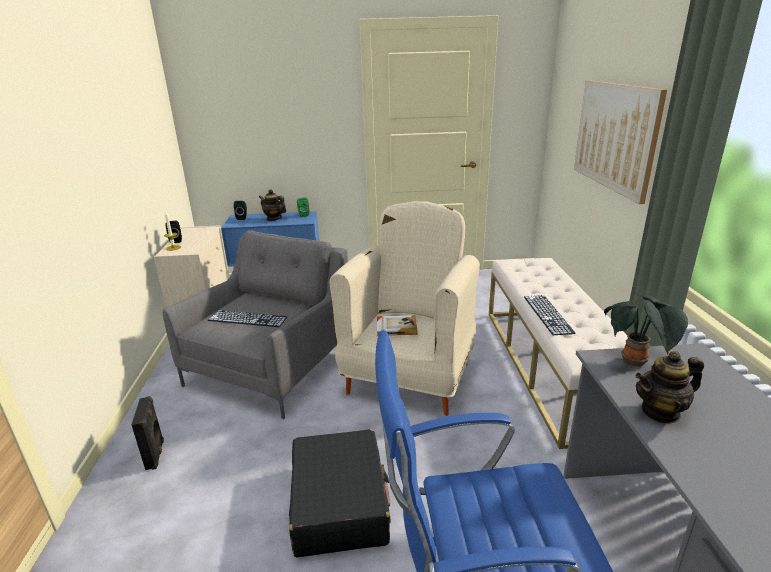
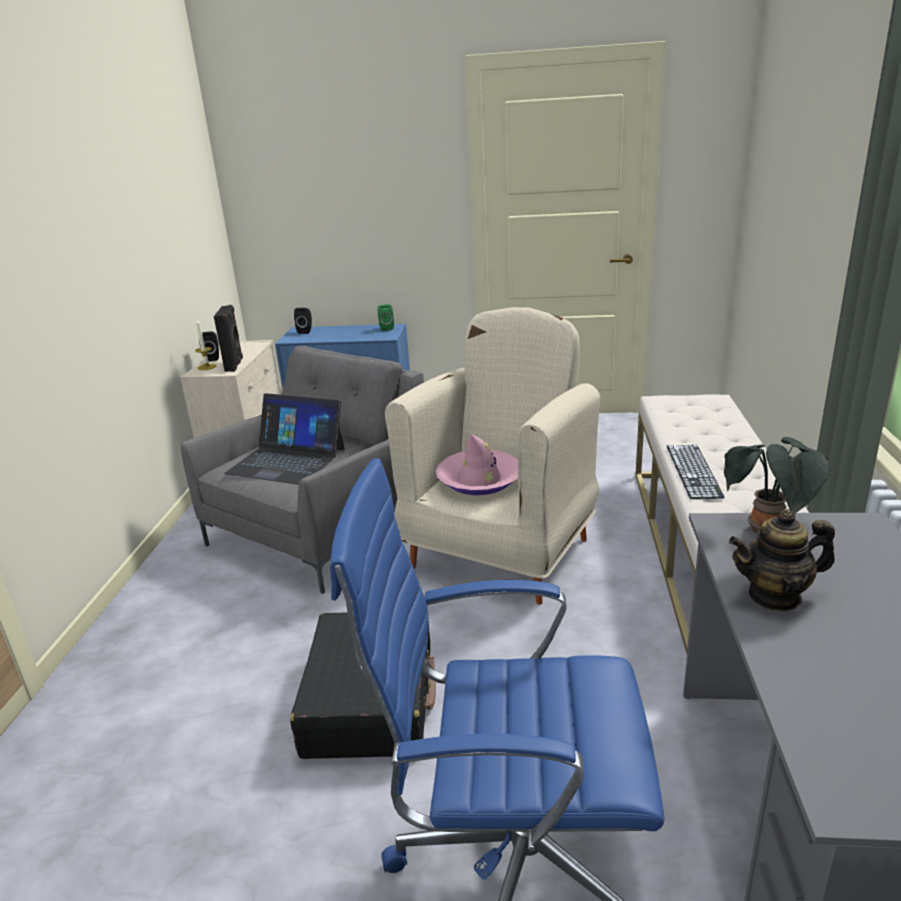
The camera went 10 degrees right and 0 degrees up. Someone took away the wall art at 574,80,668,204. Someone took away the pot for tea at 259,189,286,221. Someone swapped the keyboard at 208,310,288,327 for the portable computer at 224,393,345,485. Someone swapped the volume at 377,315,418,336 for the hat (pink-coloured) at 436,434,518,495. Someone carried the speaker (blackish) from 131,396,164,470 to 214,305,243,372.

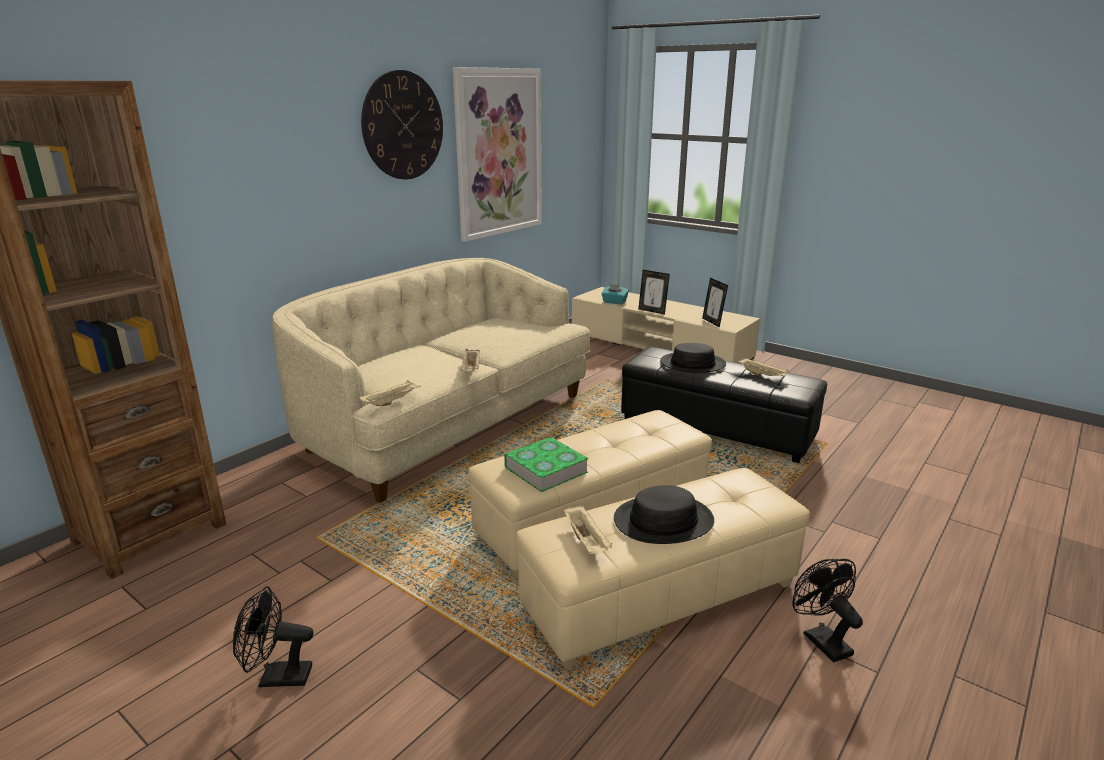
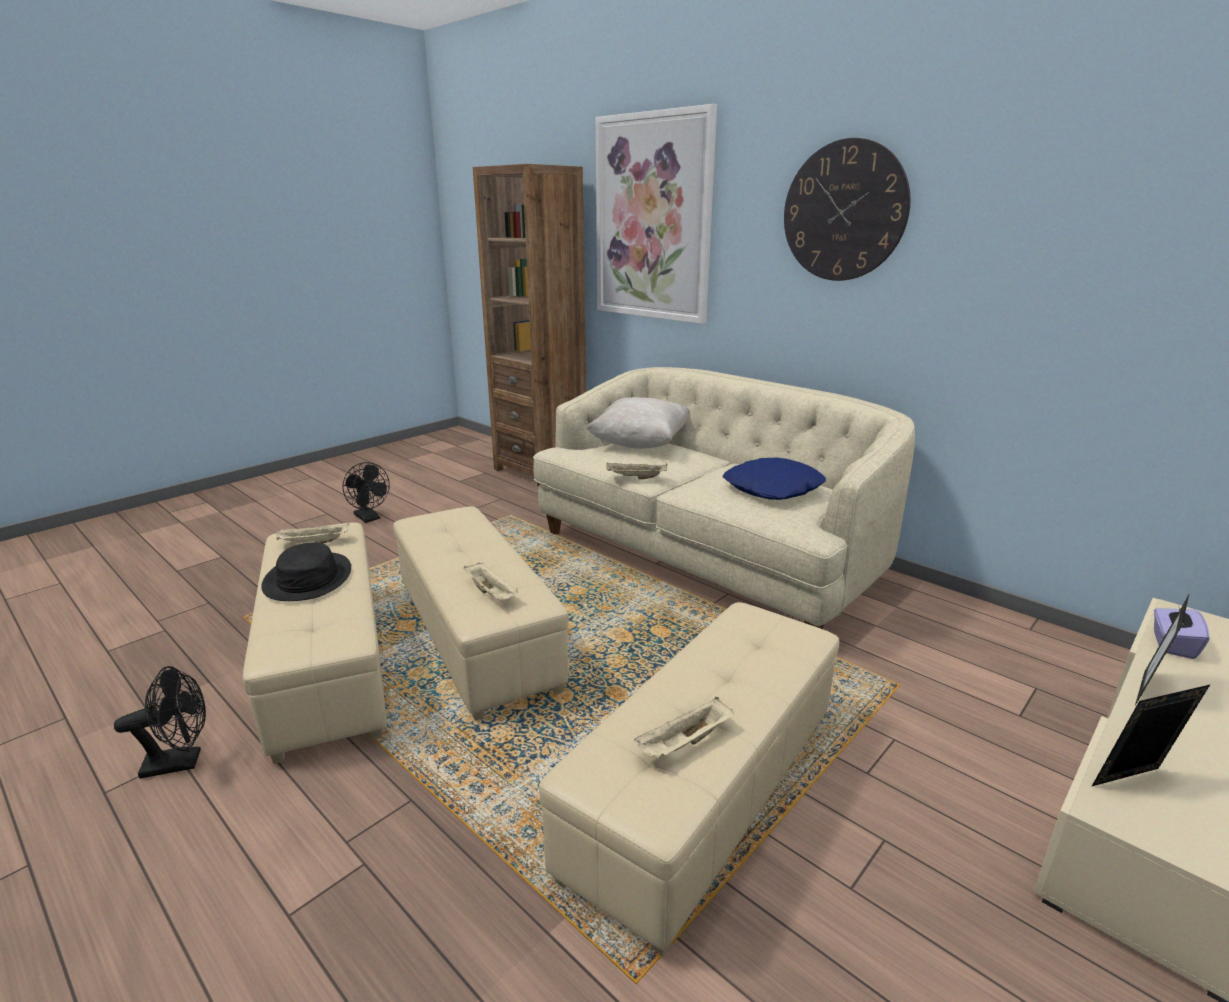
The camera went 95 degrees right and 0 degrees up. Someone carried the wall art from 453,67,542,242 to 596,104,717,324. Someone repainted the tissue box (turquoise-coloured) at 601,284,629,304, which became the tissue box (purple-coloured) at 1154,603,1209,659. Someone took away the hat (blackish) at 660,343,726,372. Someone repainted the footrest (blackish) at 621,347,827,463, which became the footrest (sand-coloured) at 539,602,840,957. Someone carried the tray (sand-coloured) from 359,380,421,406 to 463,562,518,600. Someone took away the volume at 504,437,588,492. Someone rotated the fan (blackish) at 233,587,313,687 by 135 degrees clockwise. Someone put down the cushion (sand-coloured) at 586,397,690,449. Someone put down the cushion (blue) at 723,457,826,500.

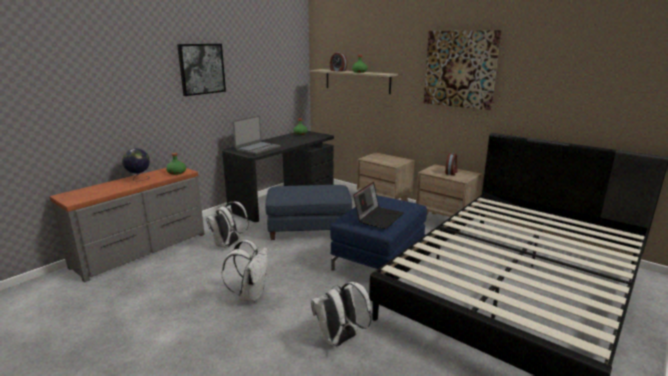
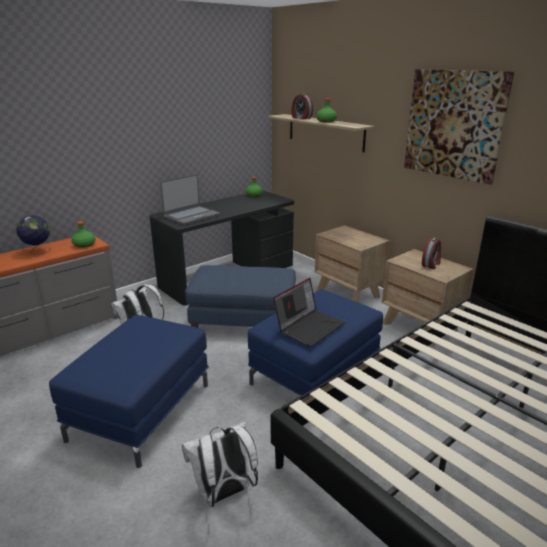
The camera went 10 degrees right and 5 degrees up. Someone took away the wall art at 177,44,226,96. Someone swapped the rucksack (white-coloured) at 222,240,268,303 for the footrest (blue) at 49,314,209,468.

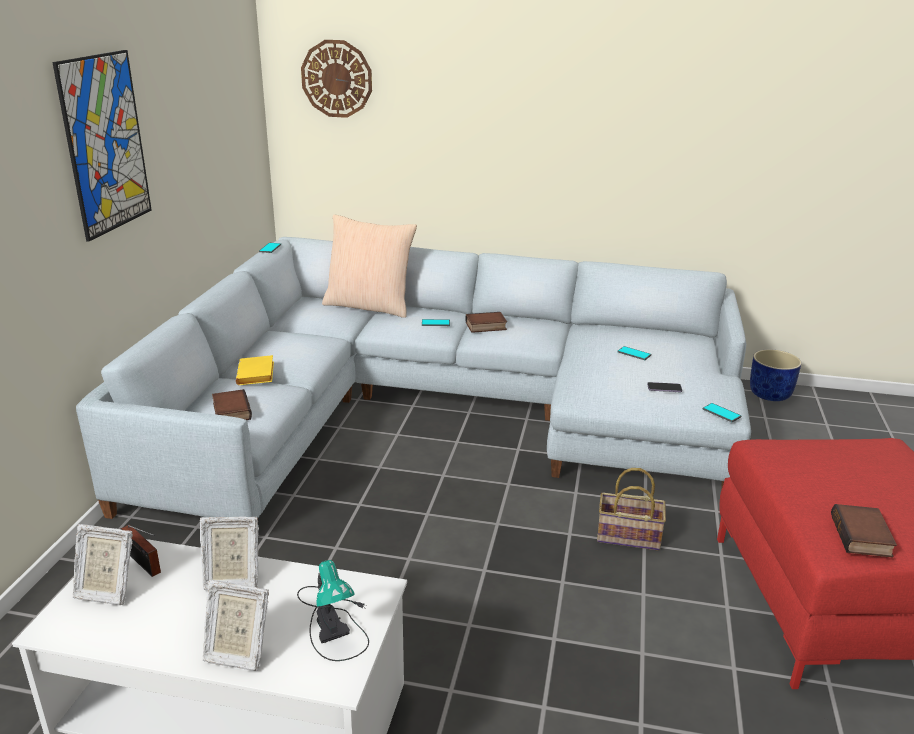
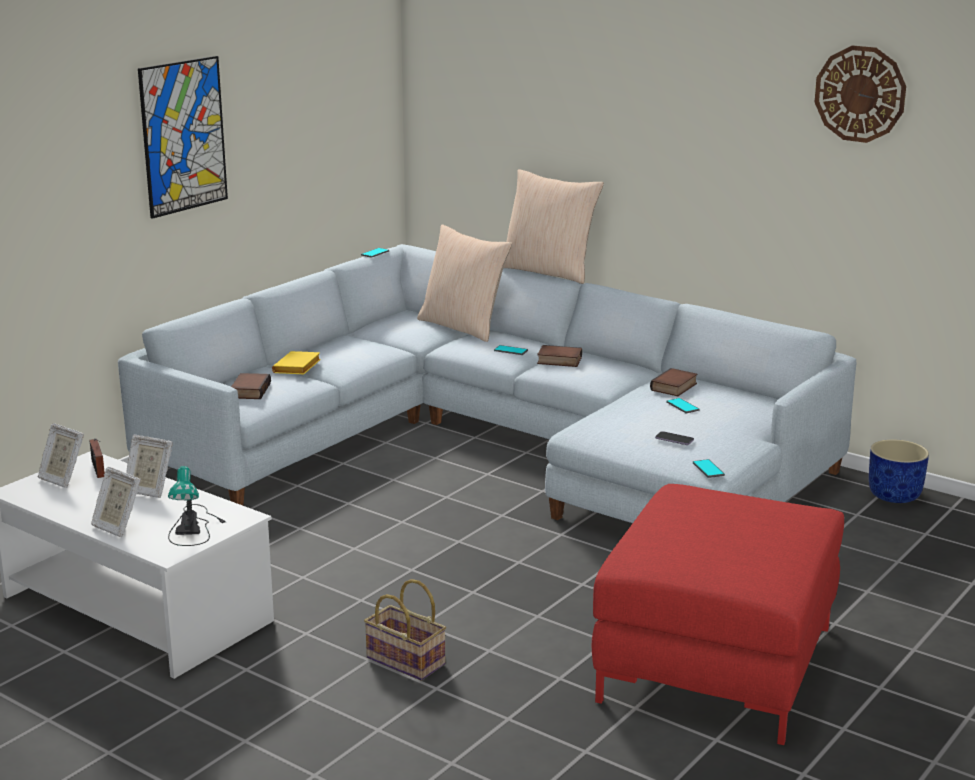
The camera went 25 degrees right and 5 degrees down. Someone carried the hanging clock from 301,40,372,118 to 815,45,906,143. Someone carried the basket from 597,468,666,551 to 364,579,446,681. Someone carried the volume from 831,504,897,558 to 650,368,698,396. Someone put down the cushion (sand-coloured) at 503,169,604,284.

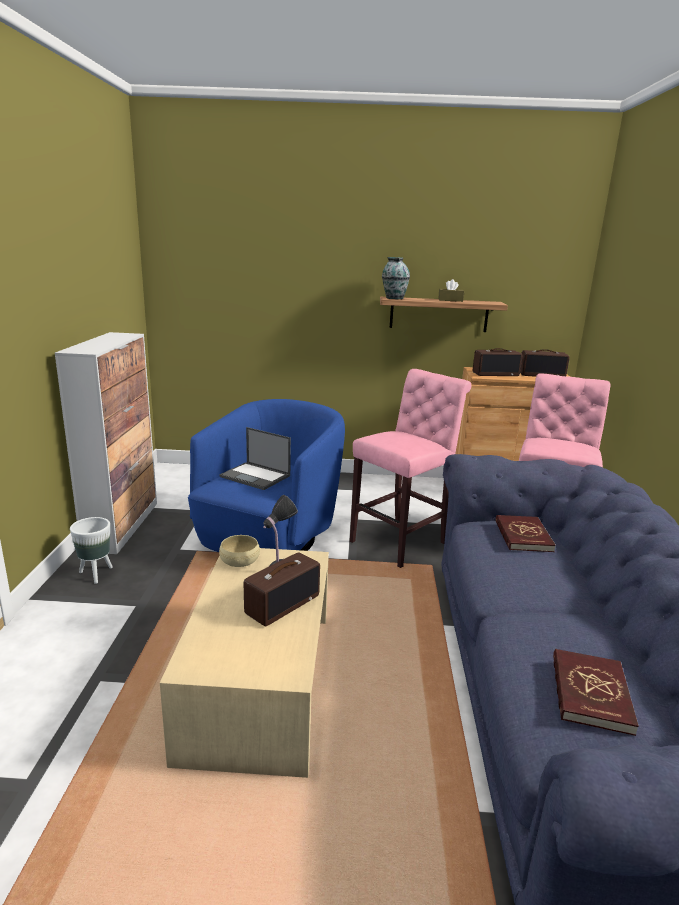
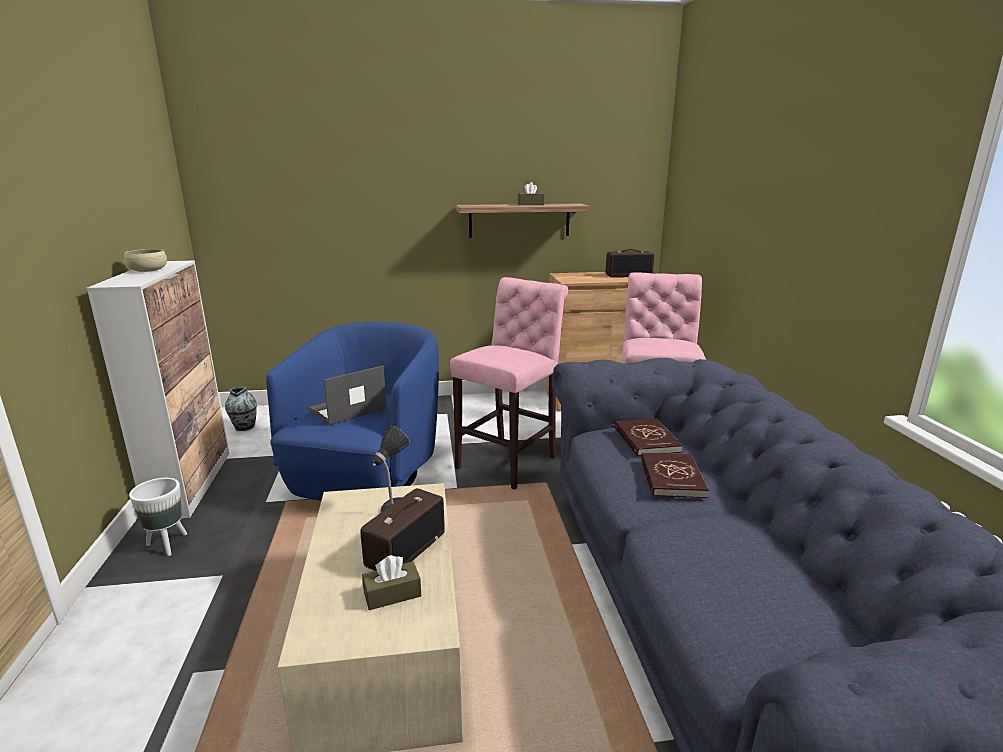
The camera went 10 degrees left and 0 degrees up. Someone carried the vase from 382,257,410,299 to 225,386,257,431. Someone took away the radio at 473,348,523,376. Someone rotated the portable computer at 220,427,291,490 by 120 degrees clockwise. Someone carried the bowl (sand-coloured) from 219,535,260,567 to 124,249,167,272. Someone carried the volume (red-coloured) from 553,649,639,736 to 641,453,709,498. Someone put down the tissue box (brown) at 362,555,421,610.

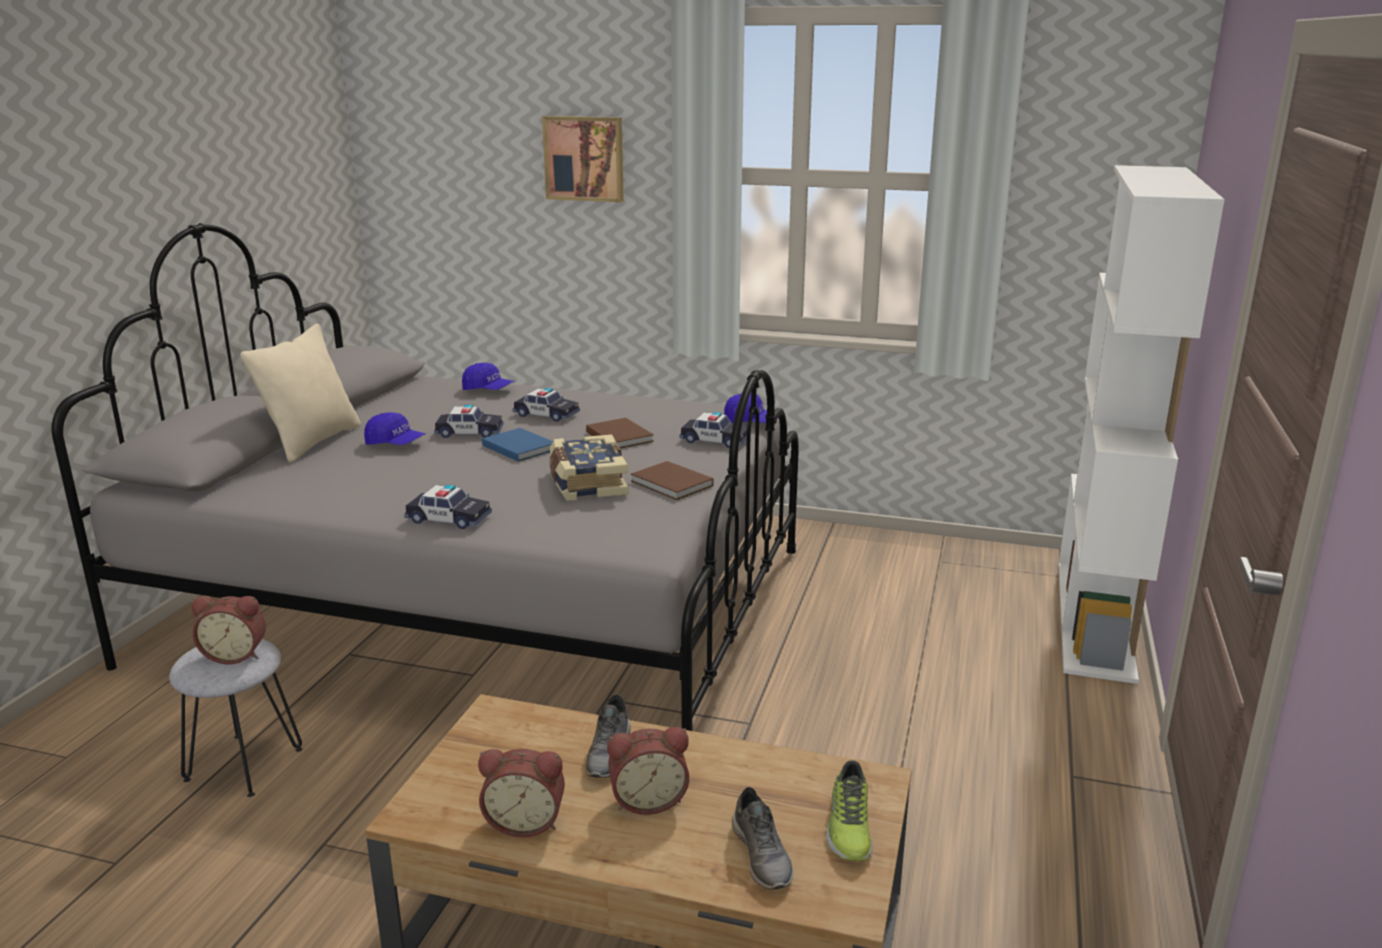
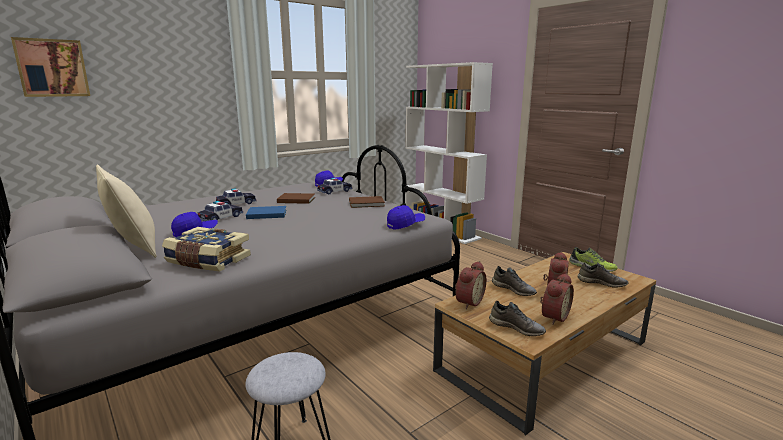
The camera went 55 degrees left and 5 degrees down. Someone carried the wall art from 542,116,624,202 to 11,37,90,97. Someone carried the peaked cap (blue) from 462,363,515,390 to 387,205,425,230. Someone carried the volume from 550,434,629,501 to 162,227,251,272. Someone took away the model car at 404,485,492,529. Someone carried the bedside clock from 191,596,266,664 to 455,261,486,309. Someone put down the item of footwear (grey) at 489,301,546,336.

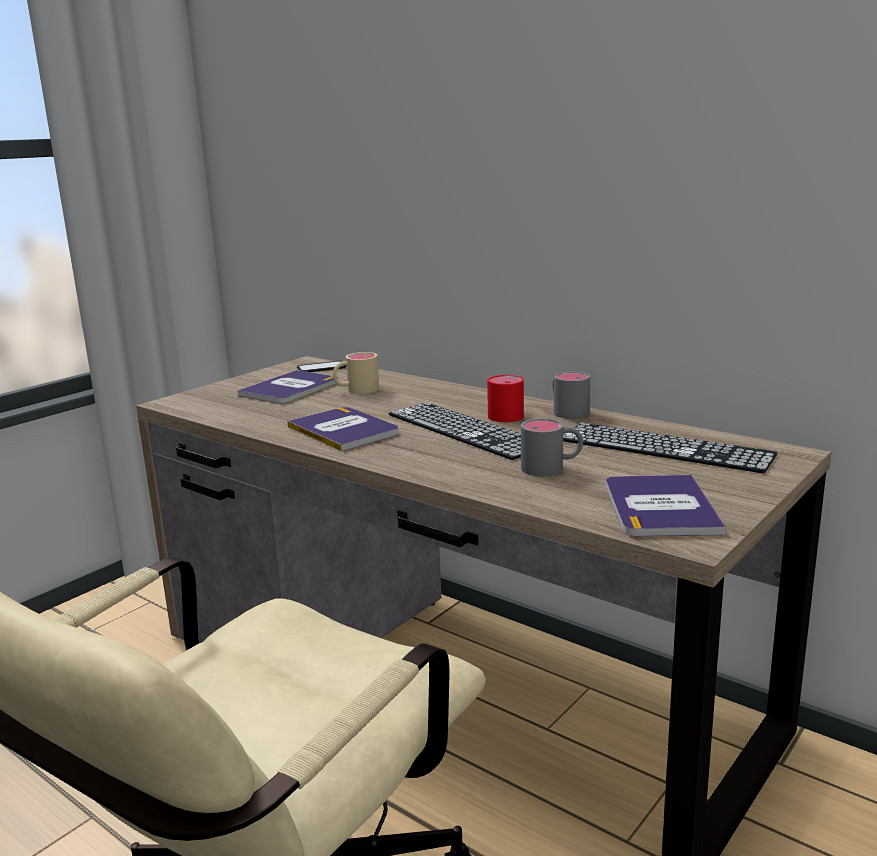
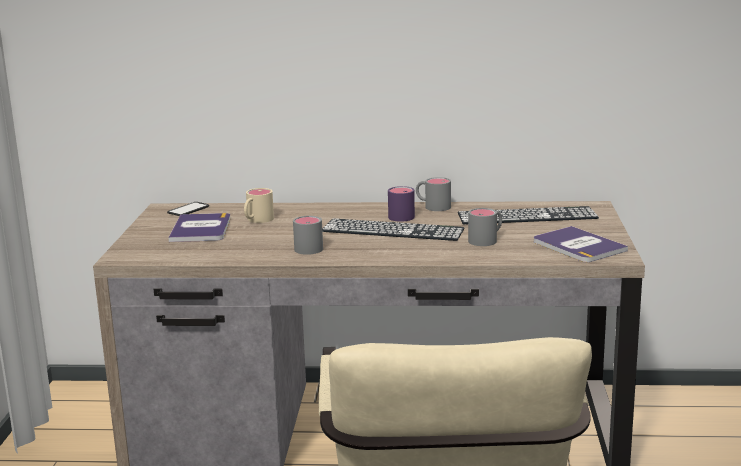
The camera went 35 degrees left and 0 degrees up. Someone repainted the tea mug (red-coloured) at 487,375,524,422, which became the tea mug (purple-coloured) at 388,186,415,222. Someone swapped the volume at 287,407,398,451 for the tea mug (grey) at 293,216,323,255.

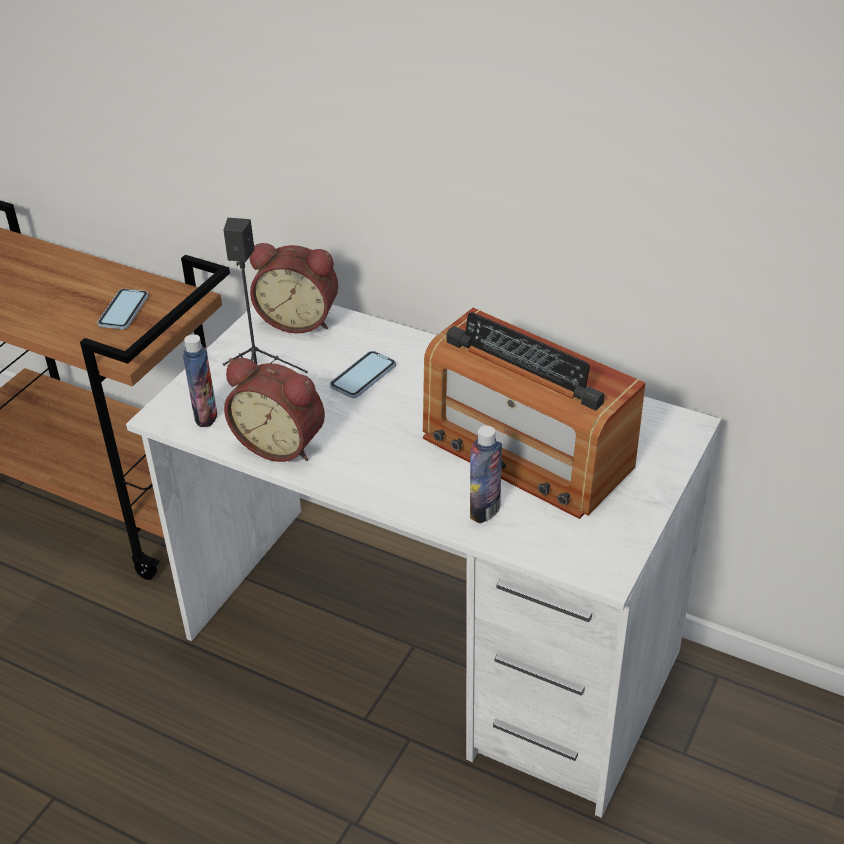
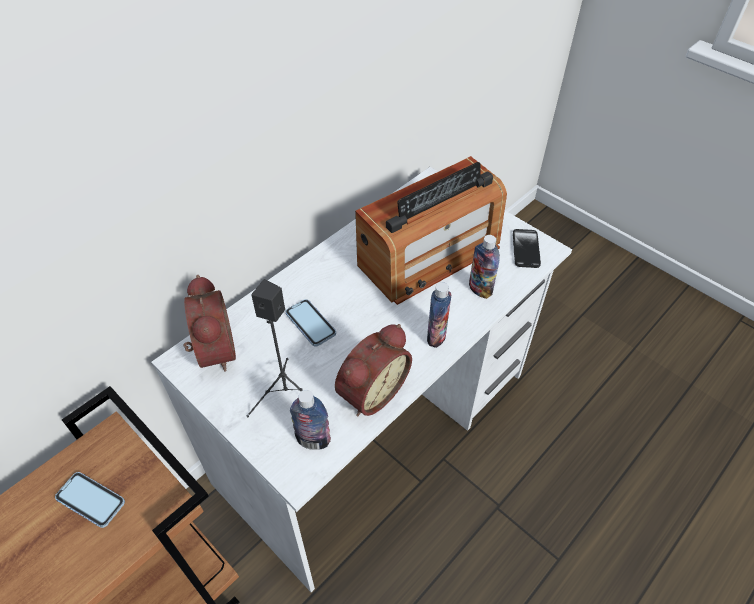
The camera went 75 degrees left and 10 degrees up. Someone rotated the bedside clock at 249,243,338,333 by 45 degrees counterclockwise. Someone put down the telephone at 513,229,541,268. Someone put down the bottle at 427,282,451,348.

